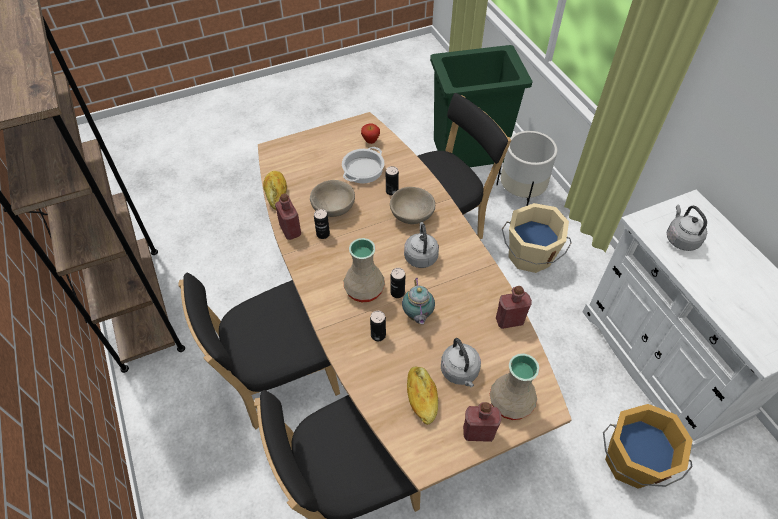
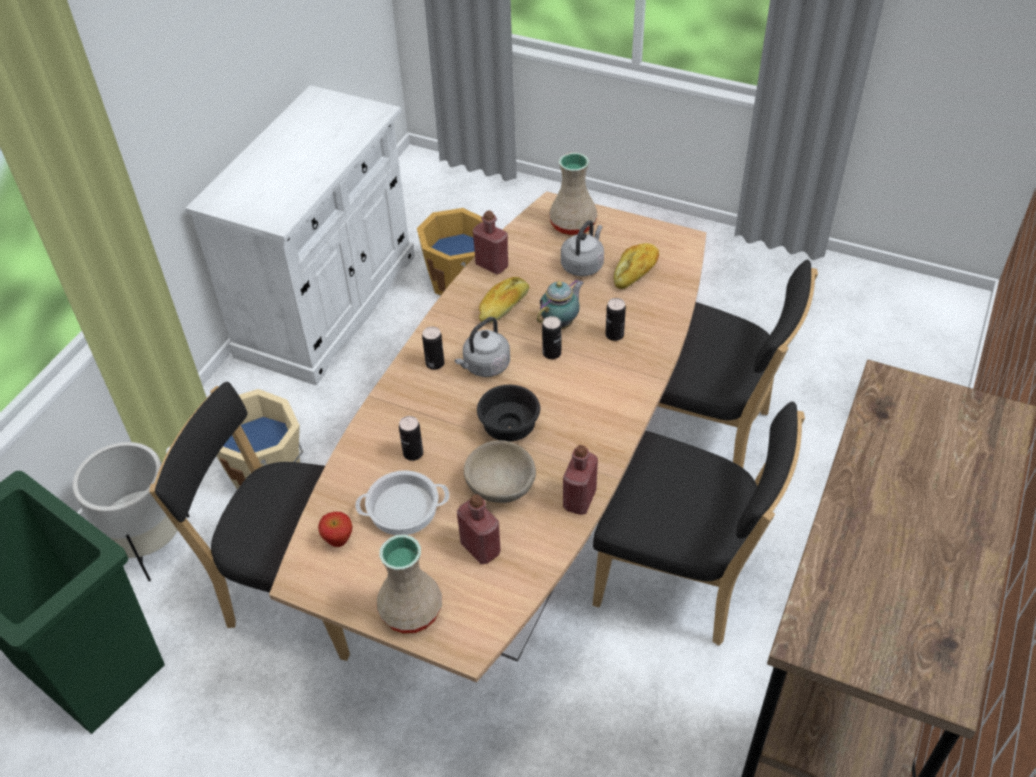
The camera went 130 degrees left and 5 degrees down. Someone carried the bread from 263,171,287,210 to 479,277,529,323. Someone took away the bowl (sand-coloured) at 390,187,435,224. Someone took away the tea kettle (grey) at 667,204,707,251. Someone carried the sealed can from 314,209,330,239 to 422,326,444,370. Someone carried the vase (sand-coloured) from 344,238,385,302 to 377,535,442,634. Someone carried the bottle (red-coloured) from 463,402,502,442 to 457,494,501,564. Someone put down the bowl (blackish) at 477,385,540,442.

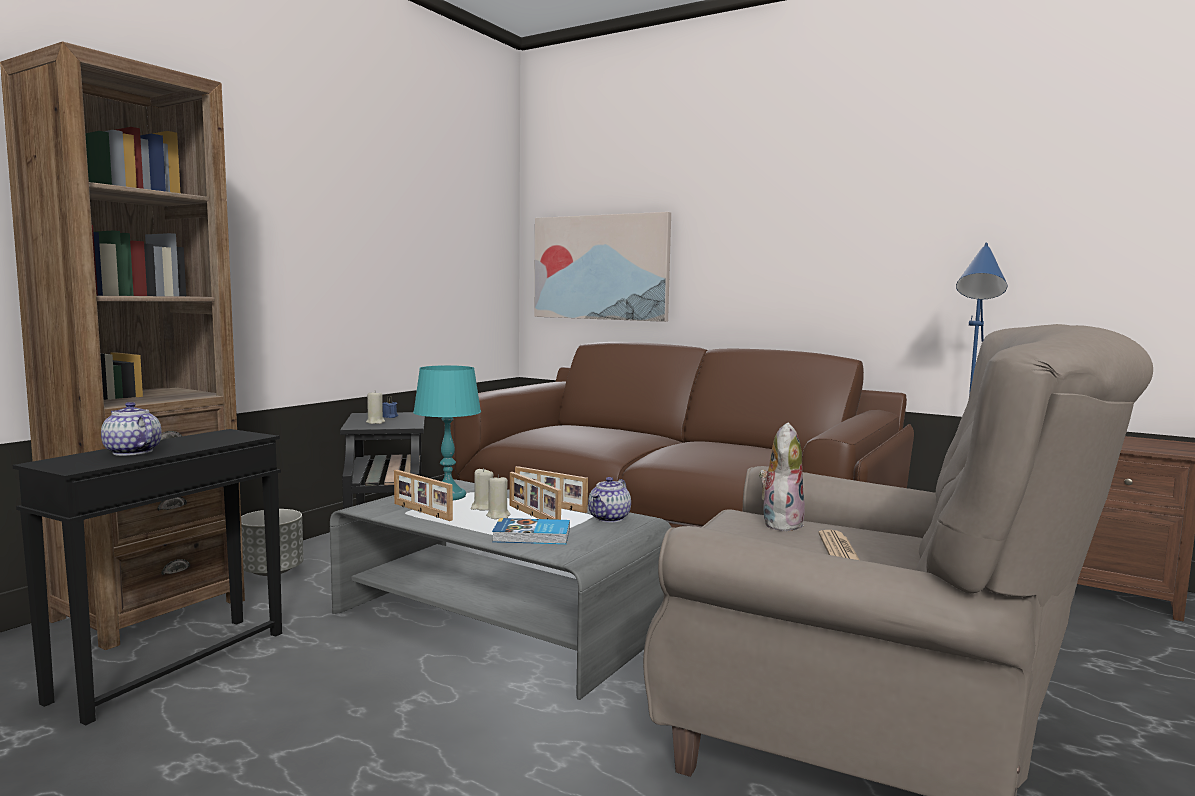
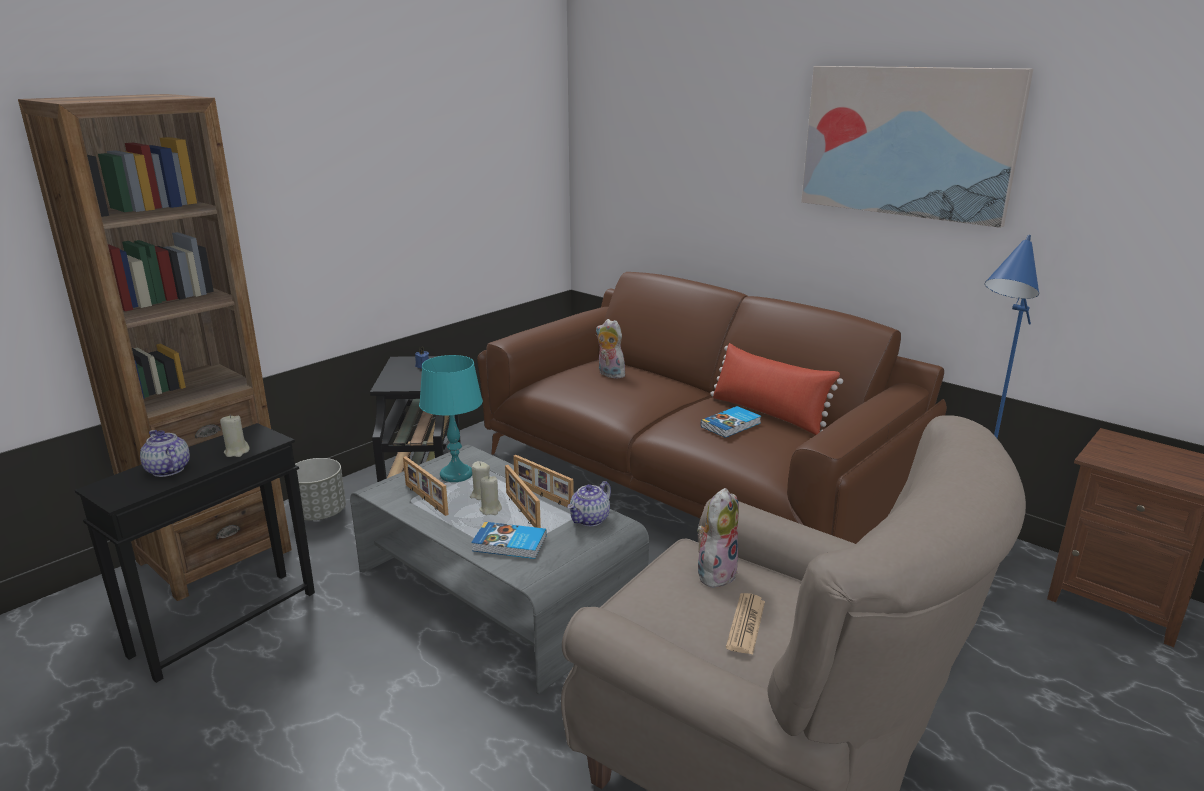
The camera went 10 degrees right and 15 degrees up. Someone carried the wall art from 534,212,671,322 to 801,66,1033,228. Someone carried the wax candle (sand-coloured) from 366,391,385,424 to 220,415,250,457. Someone put down the plush toy at 596,319,625,379. Someone put down the cushion (red-coloured) at 710,343,843,435. Someone put down the volume at 701,406,761,438.

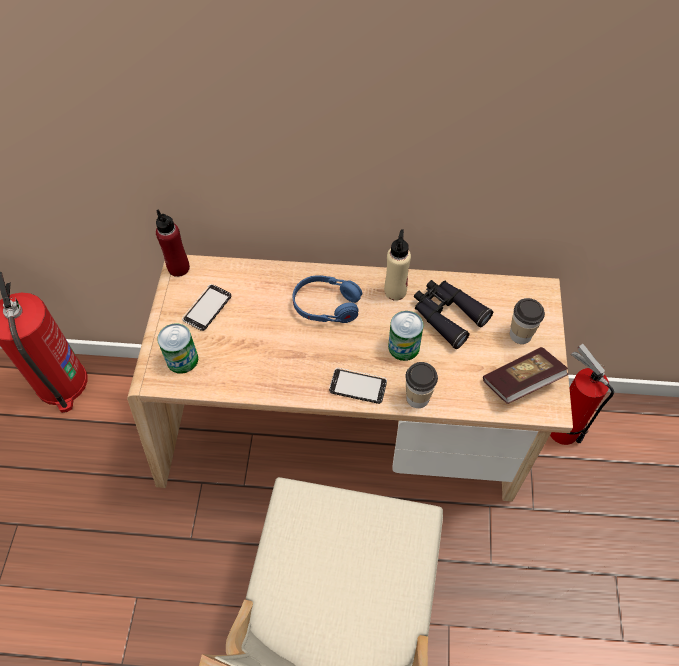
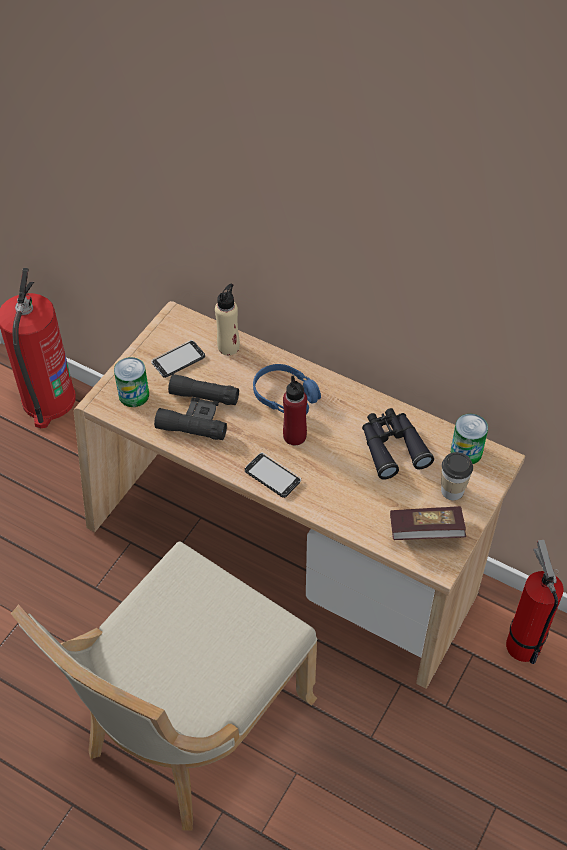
The camera went 25 degrees right and 5 degrees down. Someone carried the bottle (red-coloured) from 156,210,190,277 to 283,375,307,445. Someone carried the bottle (sand-coloured) from 384,229,411,301 to 215,284,240,355. Someone carried the sealed can from 388,311,424,361 to 451,414,488,464. Someone took away the small cup at 405,362,438,408. Someone put down the pair of binoculars (blackish) at 154,374,239,440.

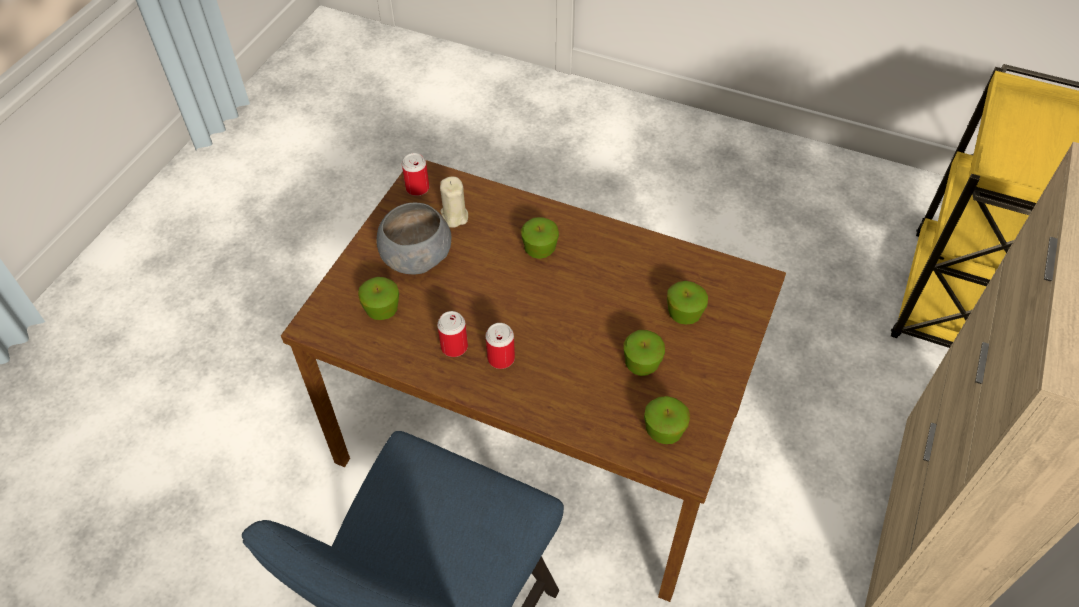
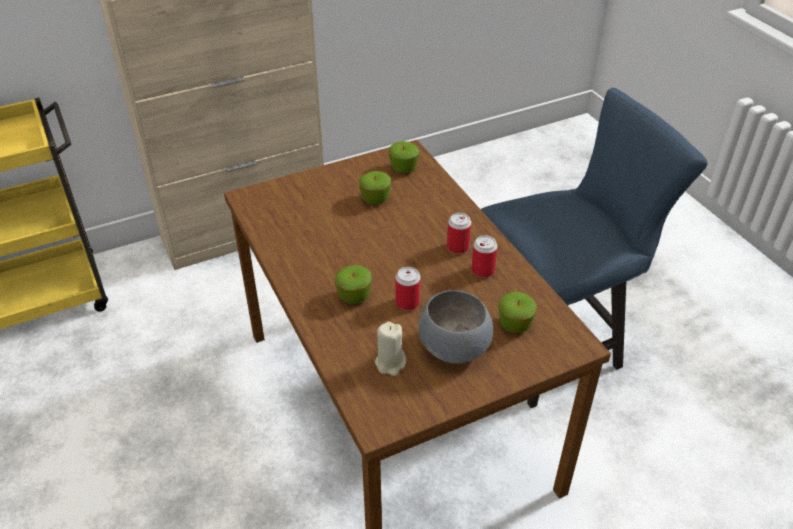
The camera went 140 degrees left and 10 degrees down. Someone carried the sealed can from 402,153,429,196 to 396,267,421,310. Someone took away the apple fruit at 667,281,708,325.

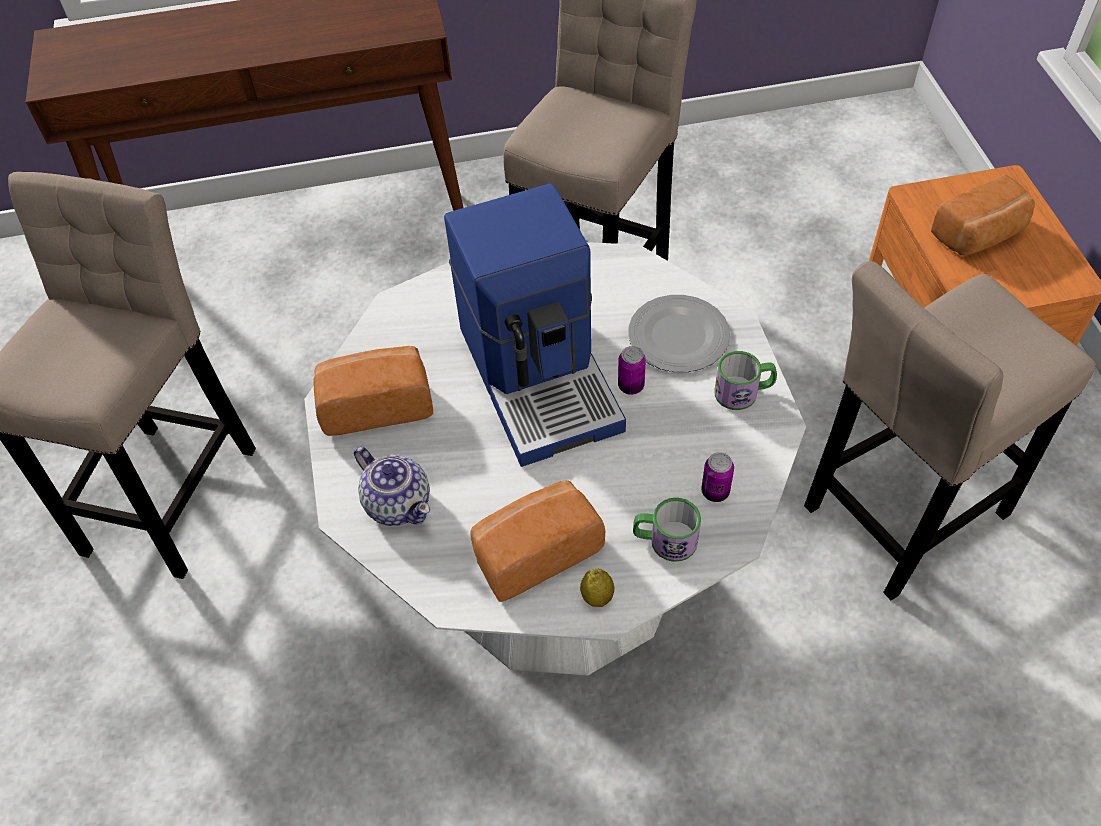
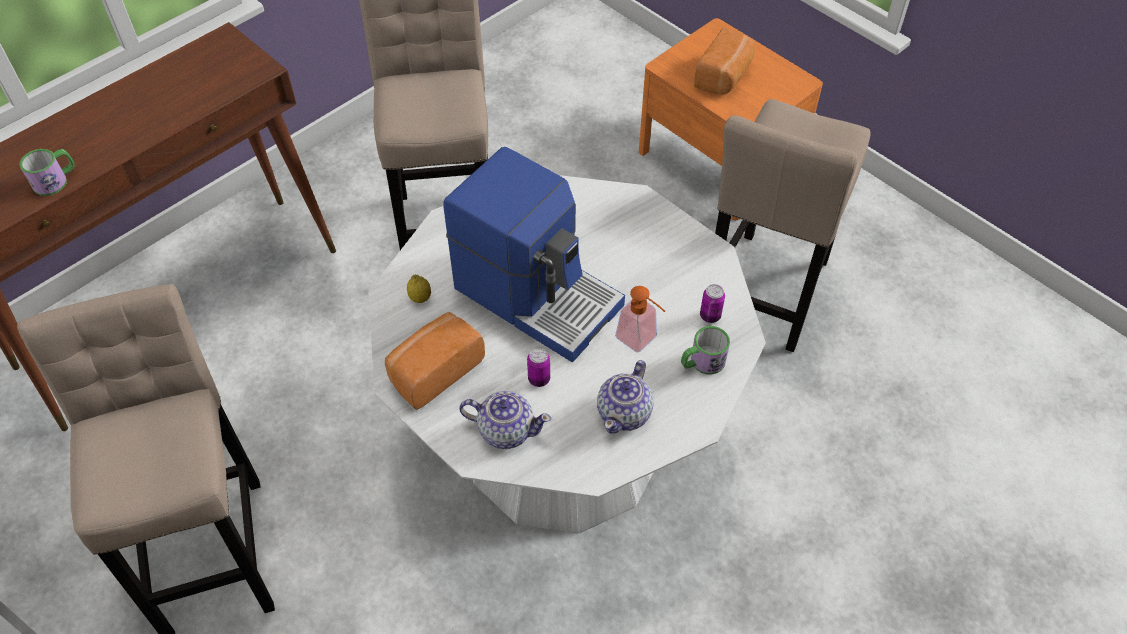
The camera went 35 degrees left and 0 degrees up. Someone took away the dinner plate at 628,295,730,372. Someone carried the sealed can from 618,346,646,395 to 527,348,550,387. Someone carried the tea mug from 714,351,777,410 to 20,149,75,196. Someone swapped the bread at 471,480,605,602 for the pot for tea at 597,360,653,434. Someone carried the whole lemon from 580,568,614,607 to 407,275,431,303. Someone put down the soap dispenser at 615,286,665,353.

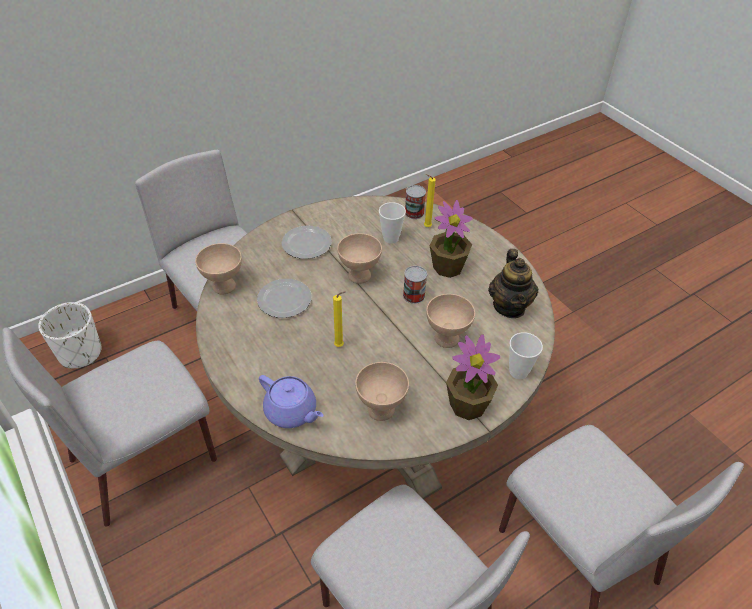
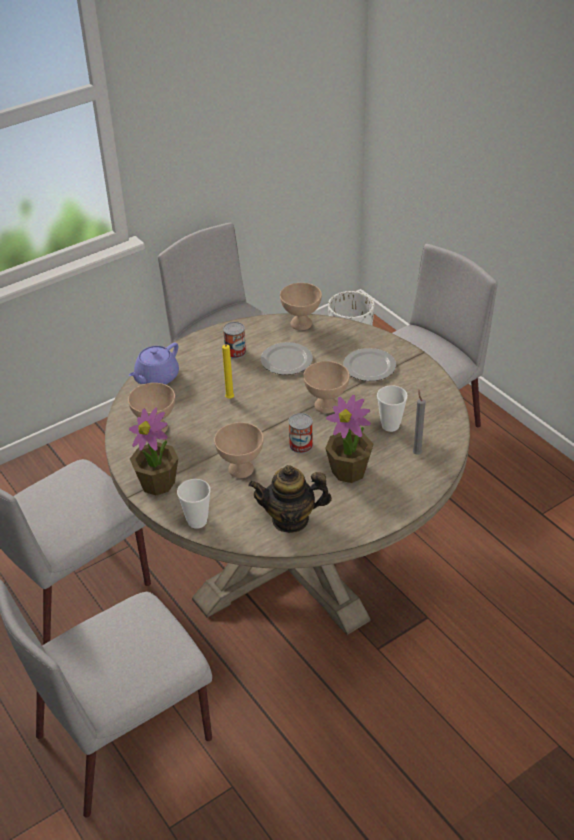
The camera went 90 degrees right and 5 degrees down. Someone repainted the wax candle (yellow) at 424,174,436,227, which became the wax candle (grey) at 413,390,425,455. Someone carried the sealed can from 405,185,426,219 to 223,322,246,359.

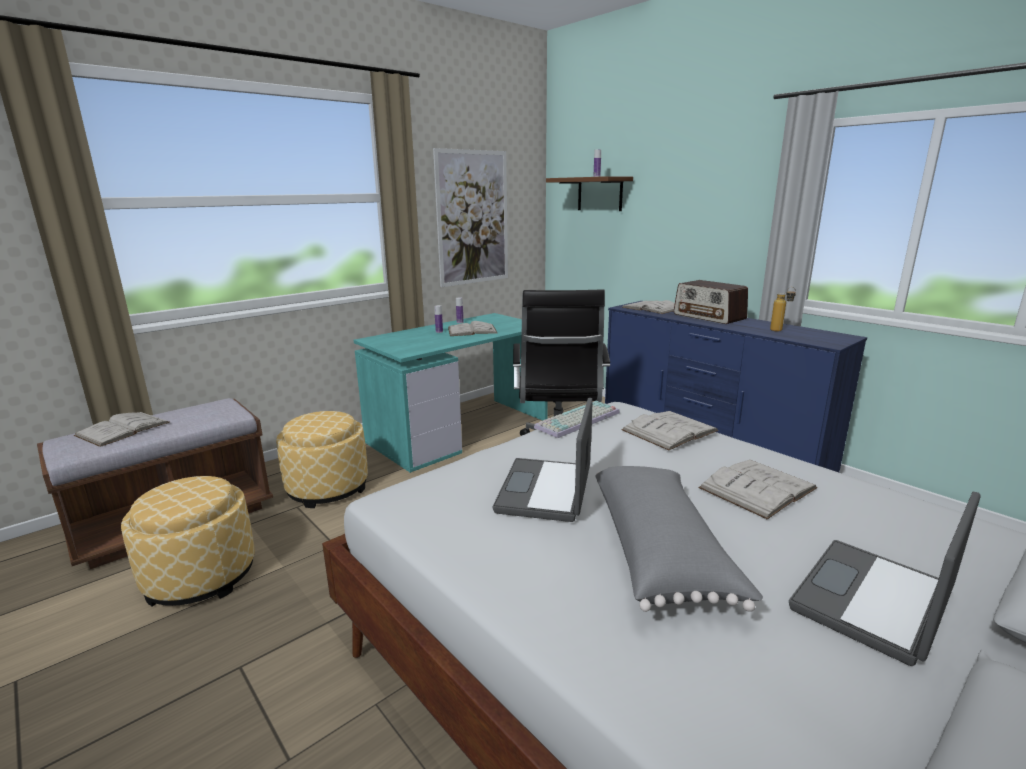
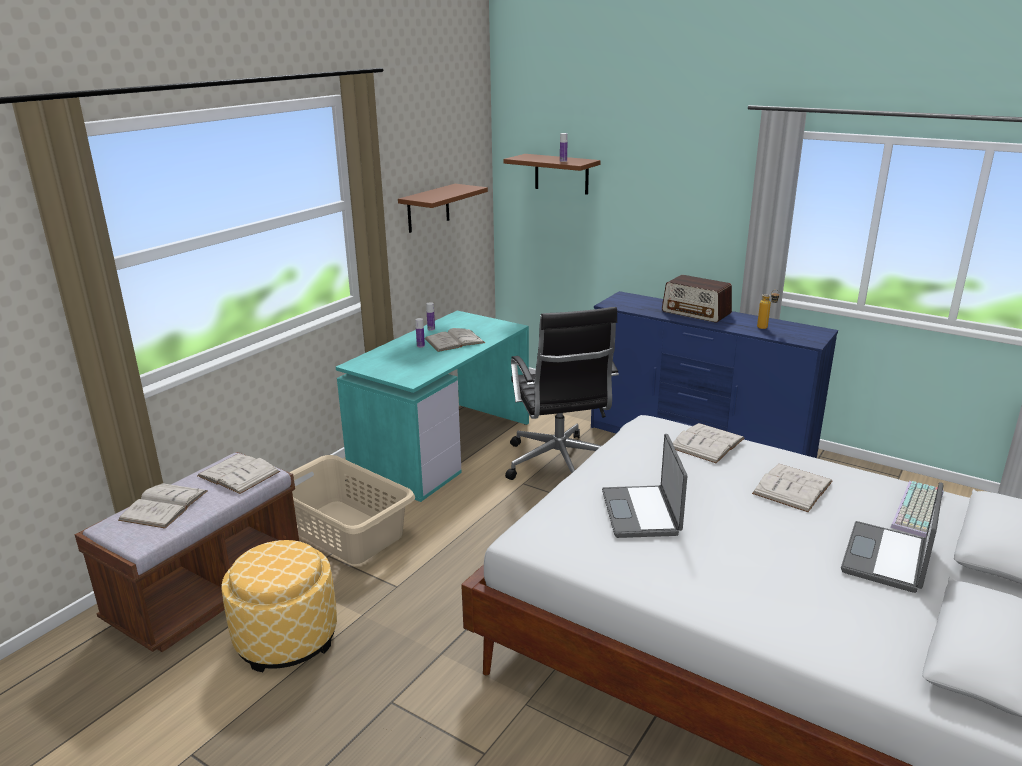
The camera went 15 degrees left and 5 degrees up. Someone swapped the wall art at 433,148,508,287 for the bracket shelf (brown) at 398,184,488,233. Someone carried the volume (white-coloured) from 622,300,675,314 to 197,454,280,494. Someone carried the keyboard from 534,401,620,438 to 890,481,943,538. Someone swapped the footrest at 276,411,368,508 for the hamper (sand-coloured) at 289,455,415,564. Someone took away the cushion (grey) at 595,466,763,612.

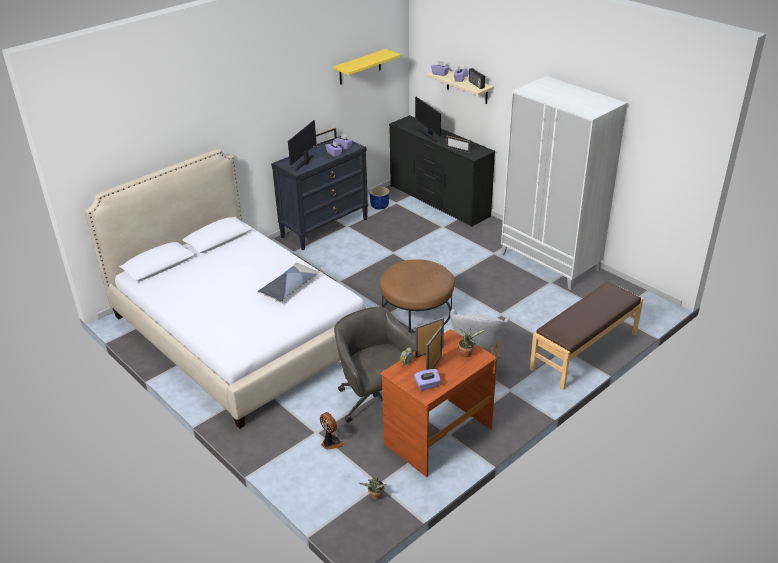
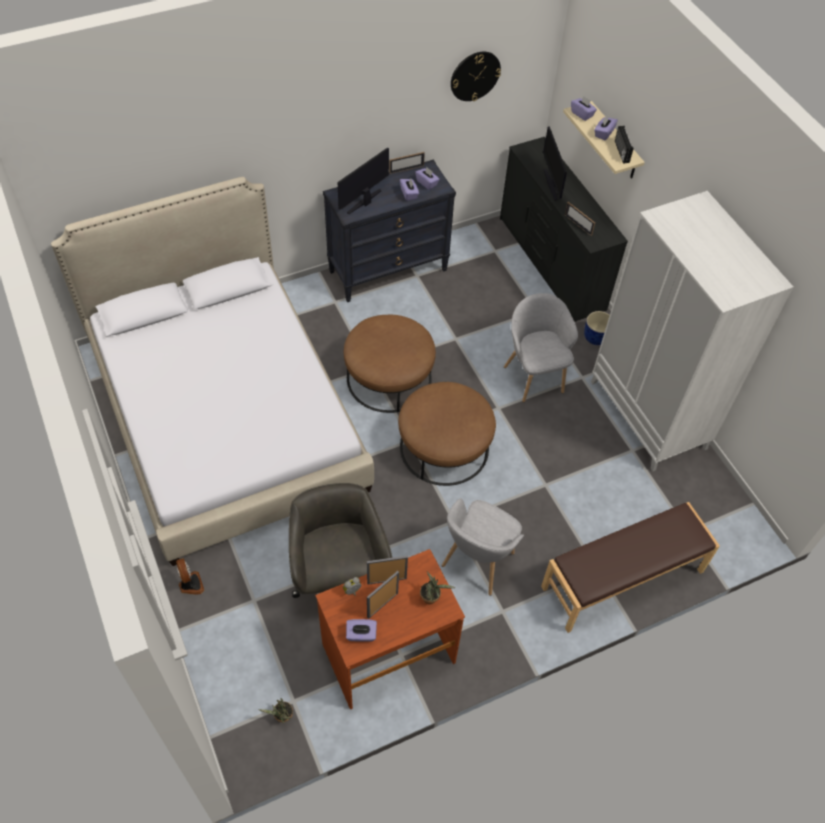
The camera went 15 degrees right and 20 degrees up. Someone swapped the bracket shelf (yellow) at 333,49,401,84 for the hanging clock at 451,52,501,101. Someone carried the flower pot (blue) from 370,187,389,210 to 584,311,610,345. Someone took away the cushion at 258,263,320,302. Someone carried the fan from 320,412,344,450 to 176,558,205,595. Someone put down the easy chair (grey) at 504,293,578,402. Someone put down the footrest (brown) at 344,315,436,413.

